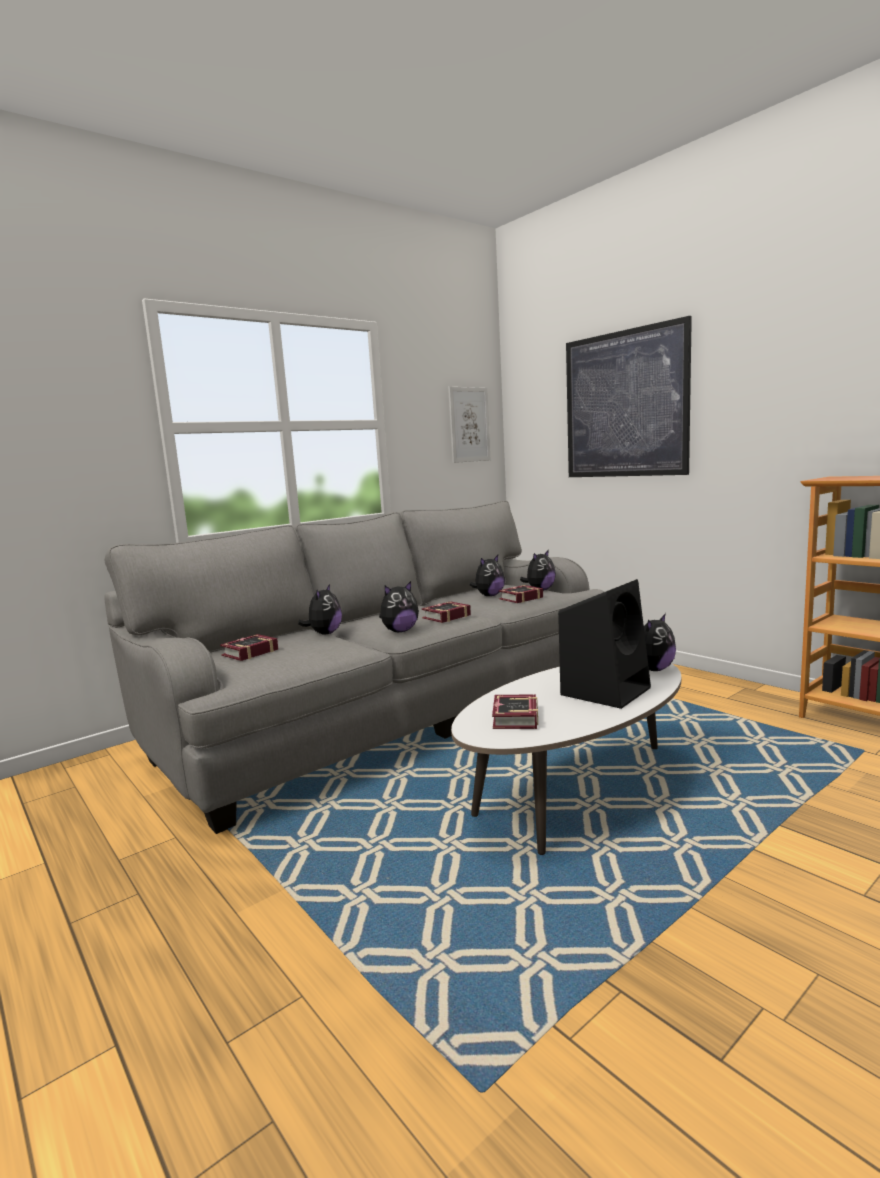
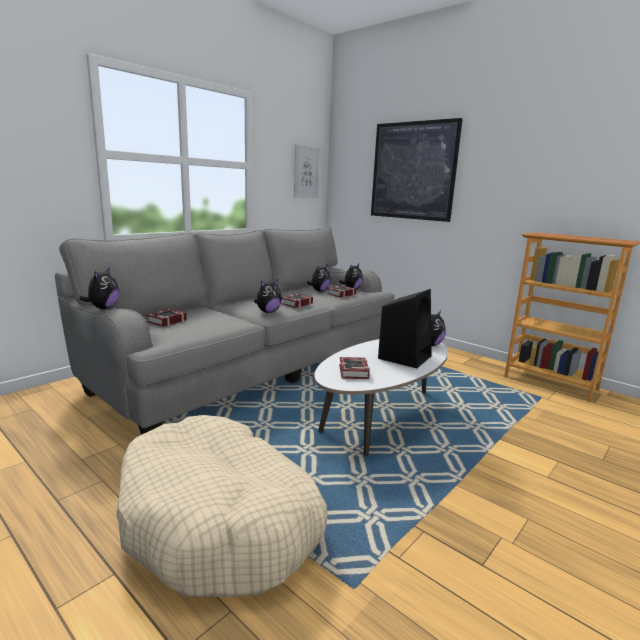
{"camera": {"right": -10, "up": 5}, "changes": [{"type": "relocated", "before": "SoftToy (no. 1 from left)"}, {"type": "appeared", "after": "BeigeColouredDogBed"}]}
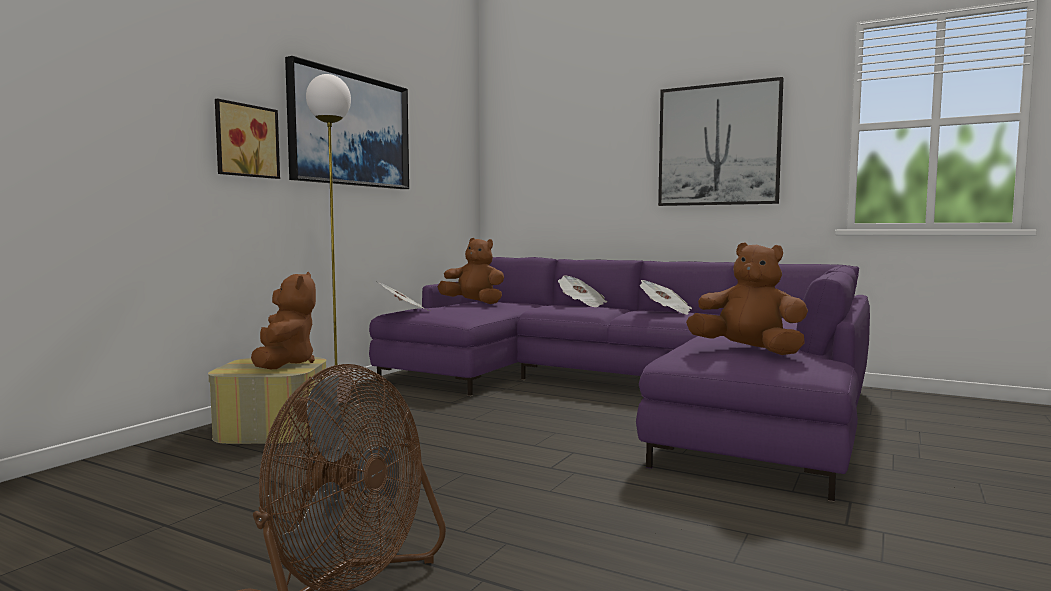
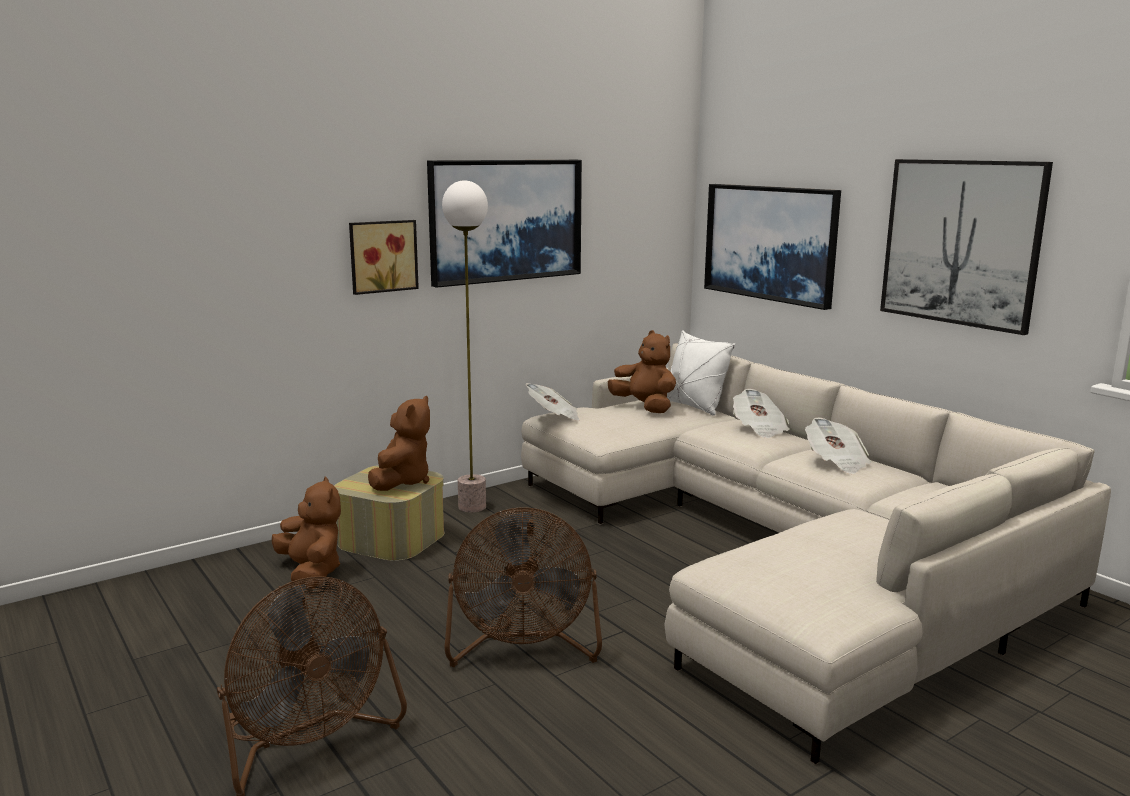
{"camera": {"right": 25, "up": 10}, "changes": [{"type": "colour", "before": "PurplishCouch", "after": "BeigeColouredCouch"}, {"type": "relocated", "before": "BrownishSoftToy (no. 3 from left in the first image)", "after": "BrownishSoftToy (no. 1 from left)"}, {"type": "appeared", "after": "BrownishElectricFan (no. 2 from left)"}, {"type": "appeared", "after": "WhitishCushion"}, {"type": "appeared", "after": "WallPicture (no. 3 from left)"}]}
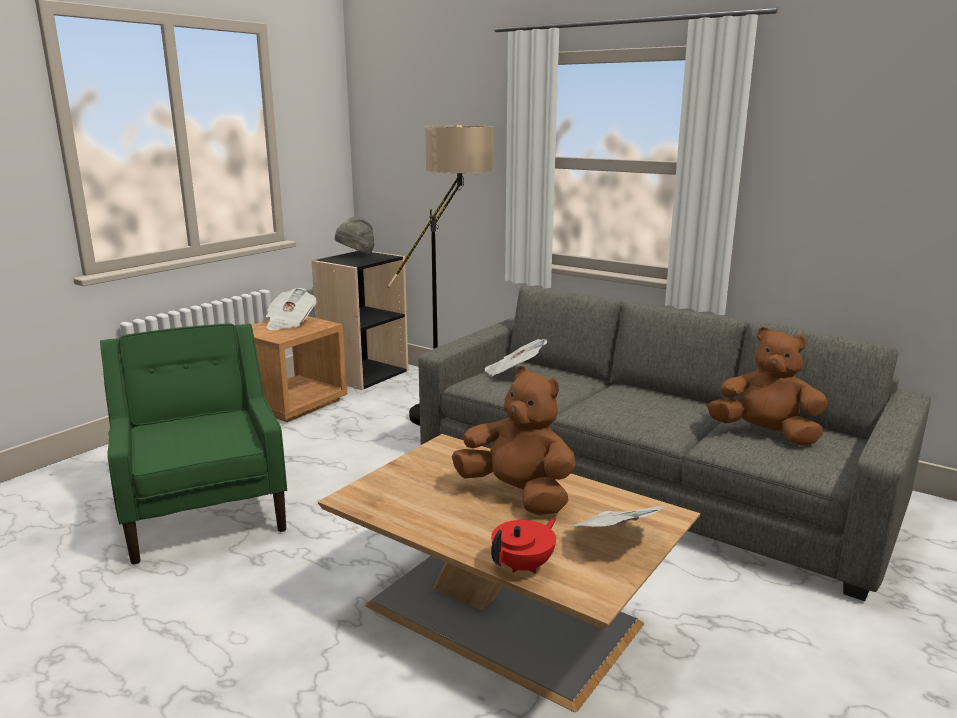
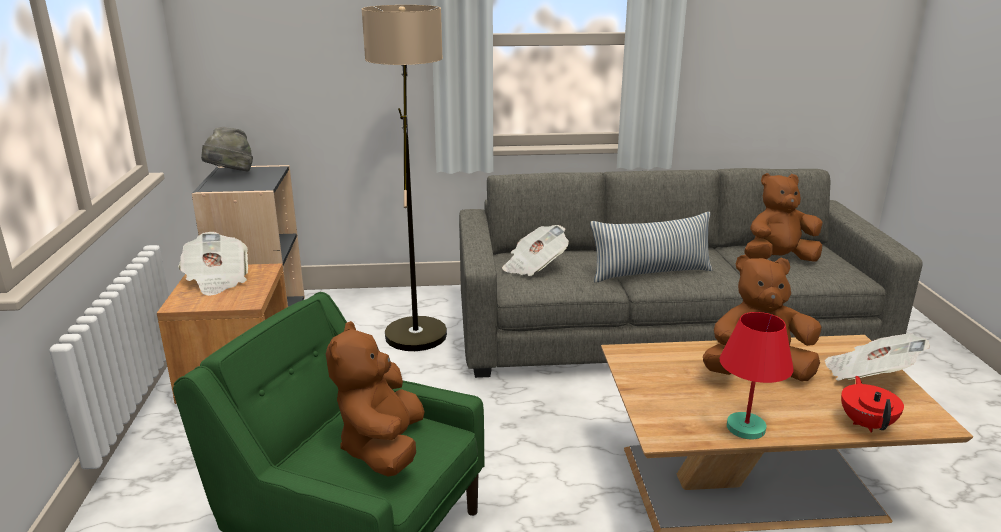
{"camera": {"right": -40, "up": 5}, "changes": [{"type": "appeared", "after": "BrownishSoftToy (no. 1 from left)"}, {"type": "appeared", "after": "Cushion"}, {"type": "appeared", "after": "ReddishTabletopLamp"}]}
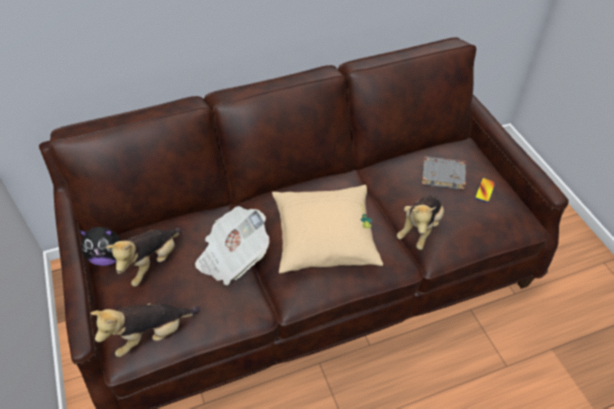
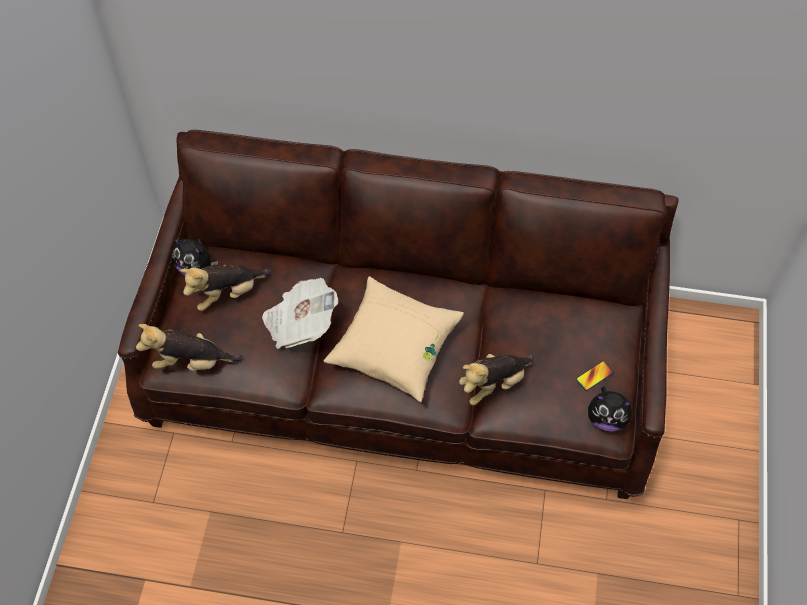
{"camera": {"right": 30, "up": 10}, "changes": [{"type": "missing", "before": "GreyVolume"}, {"type": "appeared", "after": "SoftToy (no. 5 from left)"}]}
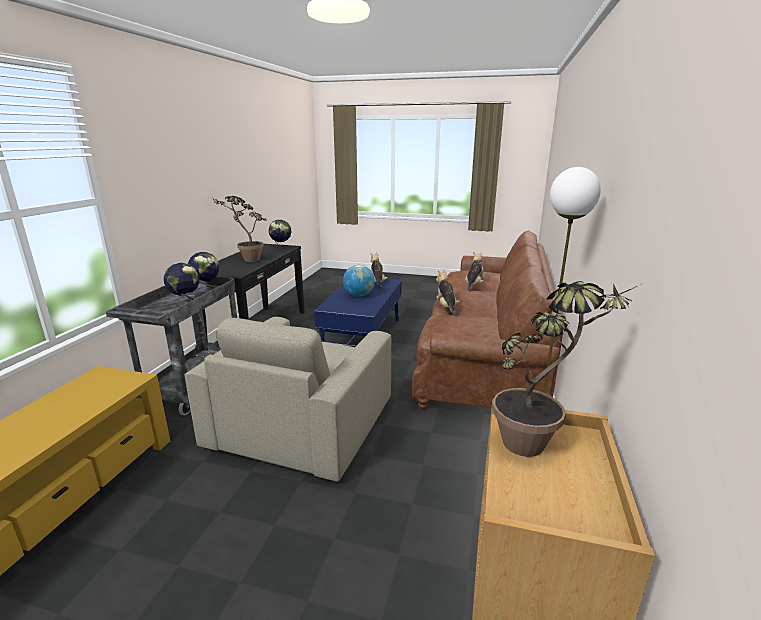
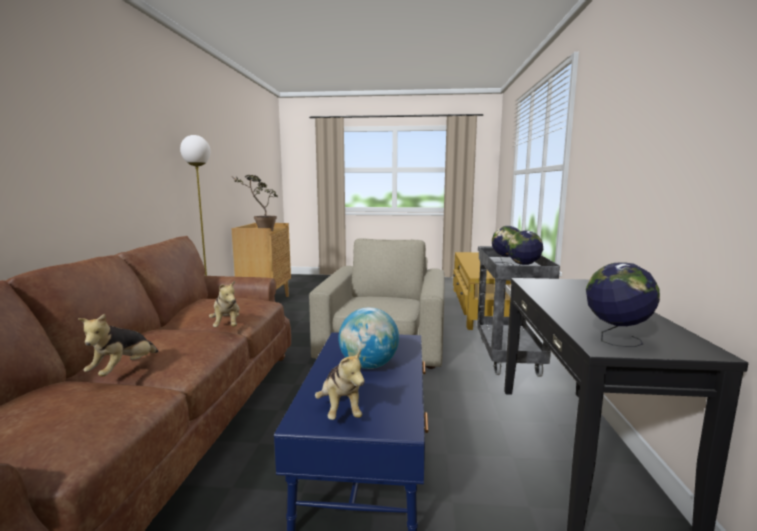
{"camera": {"right": 170, "up": -10}, "changes": [{"type": "missing", "before": "Houseplant (no. 1 from left)"}]}
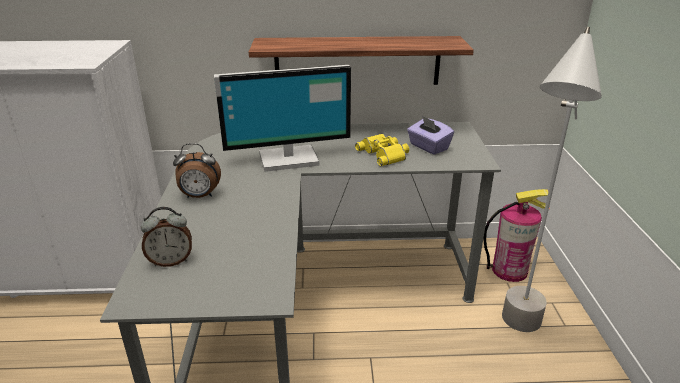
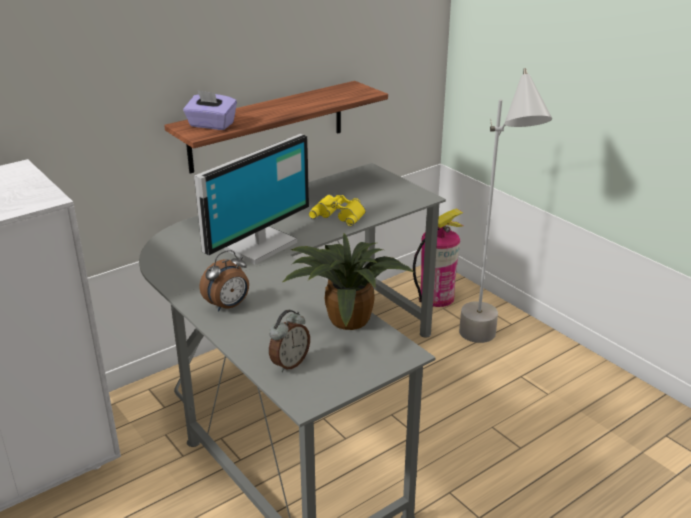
{"camera": {"right": -35, "up": 0}, "changes": [{"type": "relocated", "before": "PurplishTissueBox"}, {"type": "appeared", "after": "Houseplant"}]}
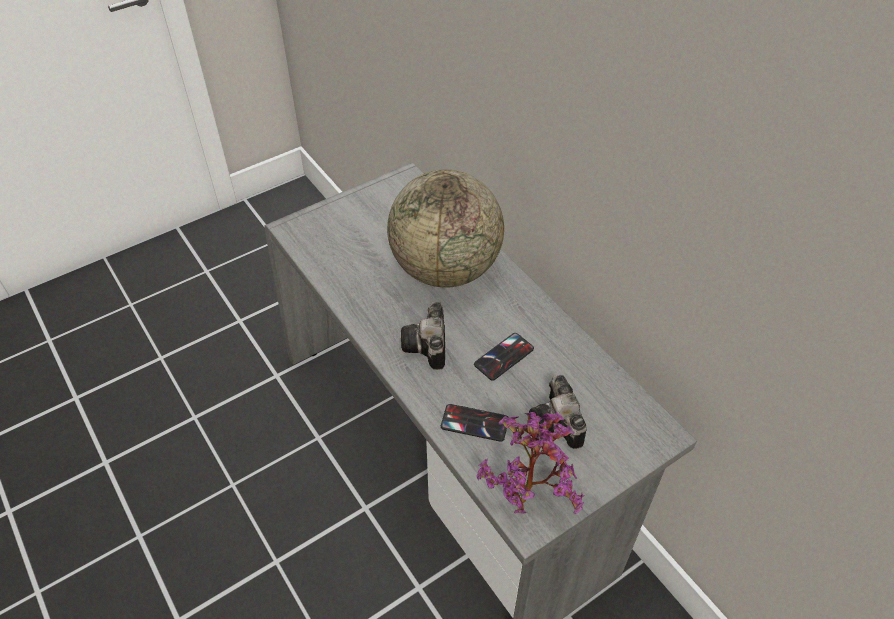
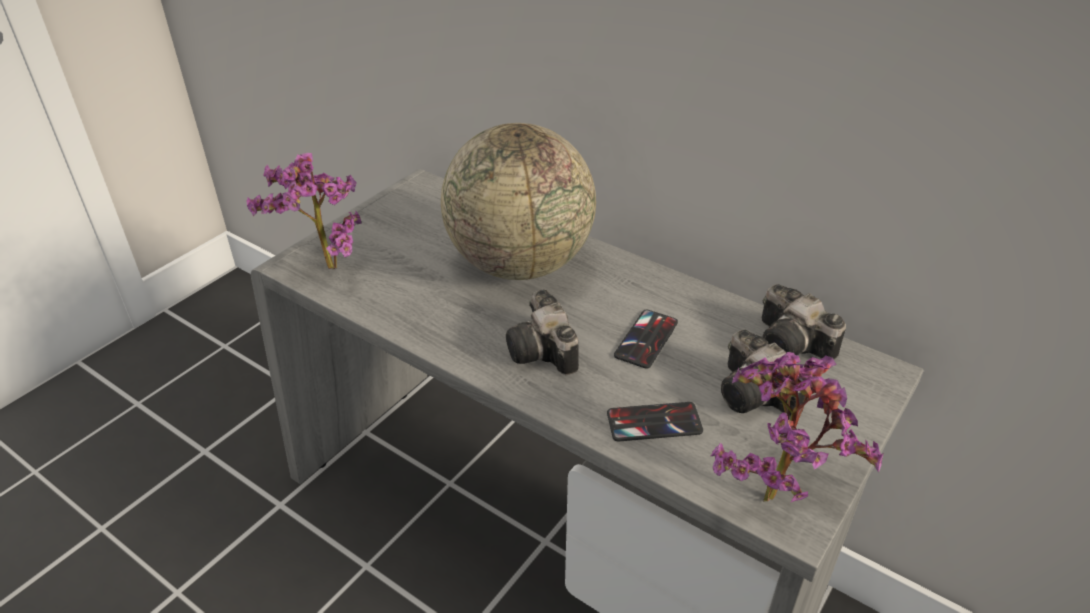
{"camera": {"right": -20, "up": -10}, "changes": [{"type": "appeared", "after": "Houseplant (no. 1 from left)"}, {"type": "appeared", "after": "PhotoCamera (no. 3 from left)"}]}
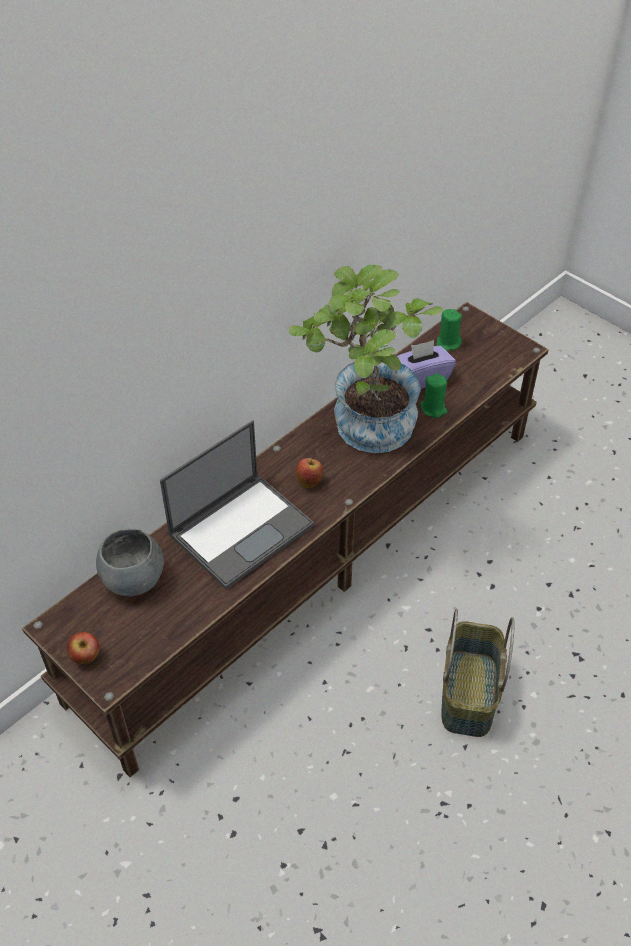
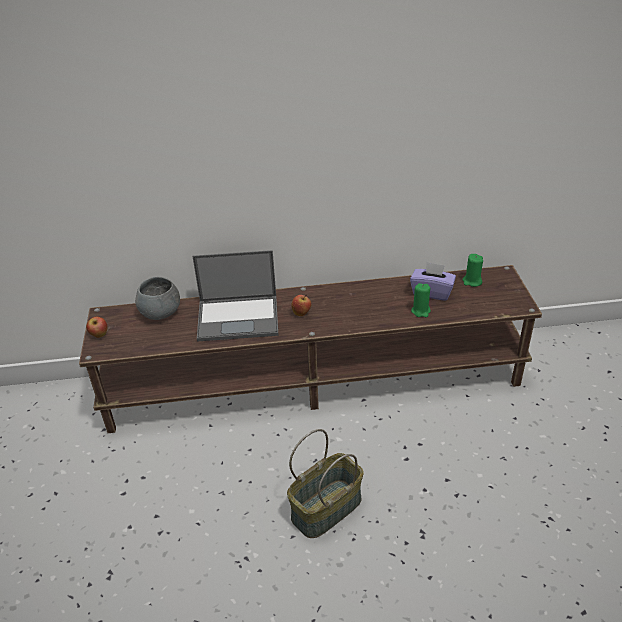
{"camera": {"right": 40, "up": -10}, "changes": [{"type": "missing", "before": "Houseplant"}]}
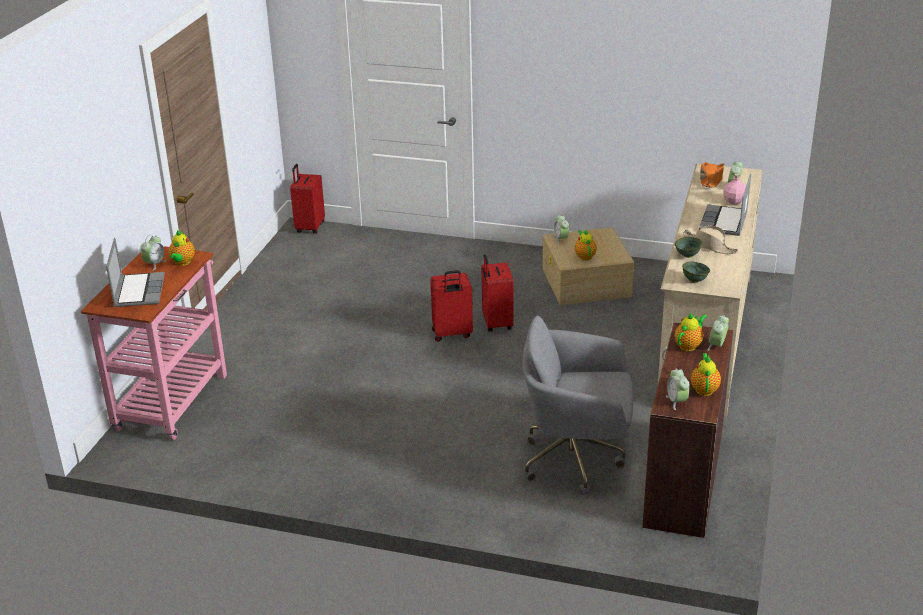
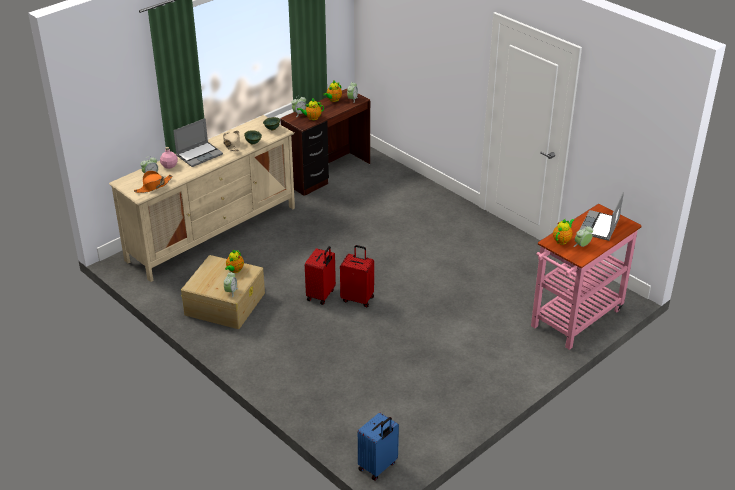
{"camera": {"right": -150, "up": 5}, "changes": [{"type": "colour", "before": "ReddishSuitcase (no. 1 from left)", "after": "BlueColouredSuitcase"}, {"type": "missing", "before": "GreyComputerChair"}]}
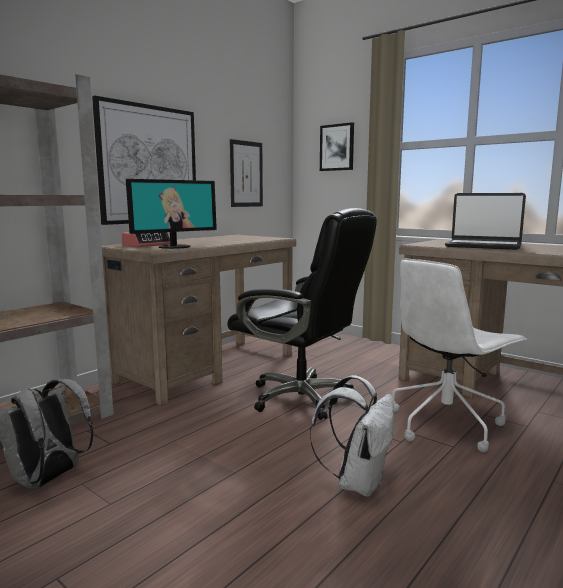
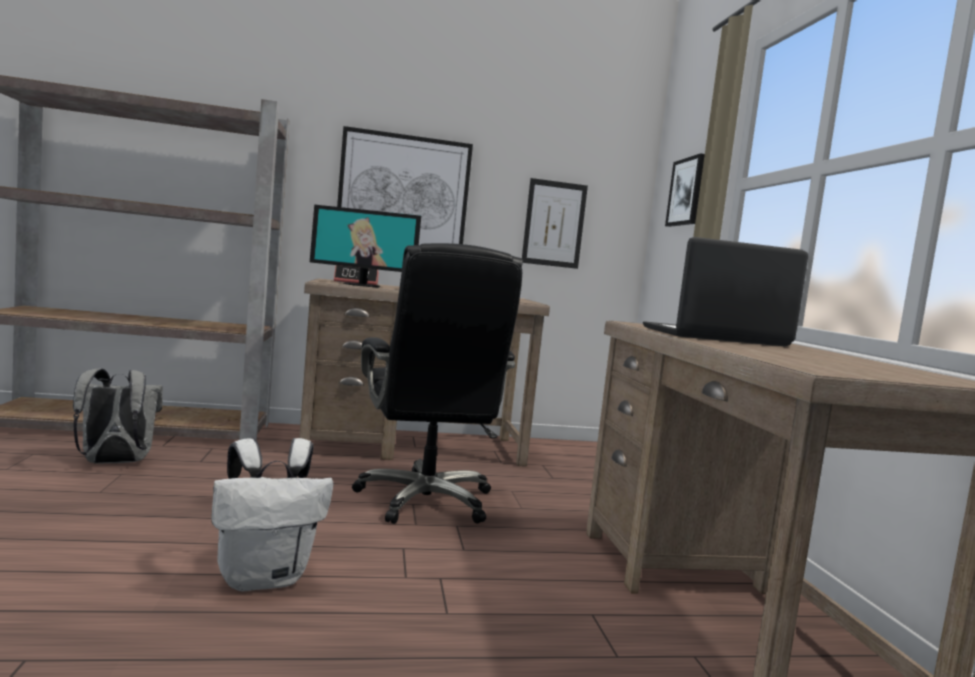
{"camera": {"right": 40, "up": -5}, "changes": [{"type": "missing", "before": "WhitishComputerChair"}, {"type": "spun", "before": "PortableComputer", "turn": 105}]}
